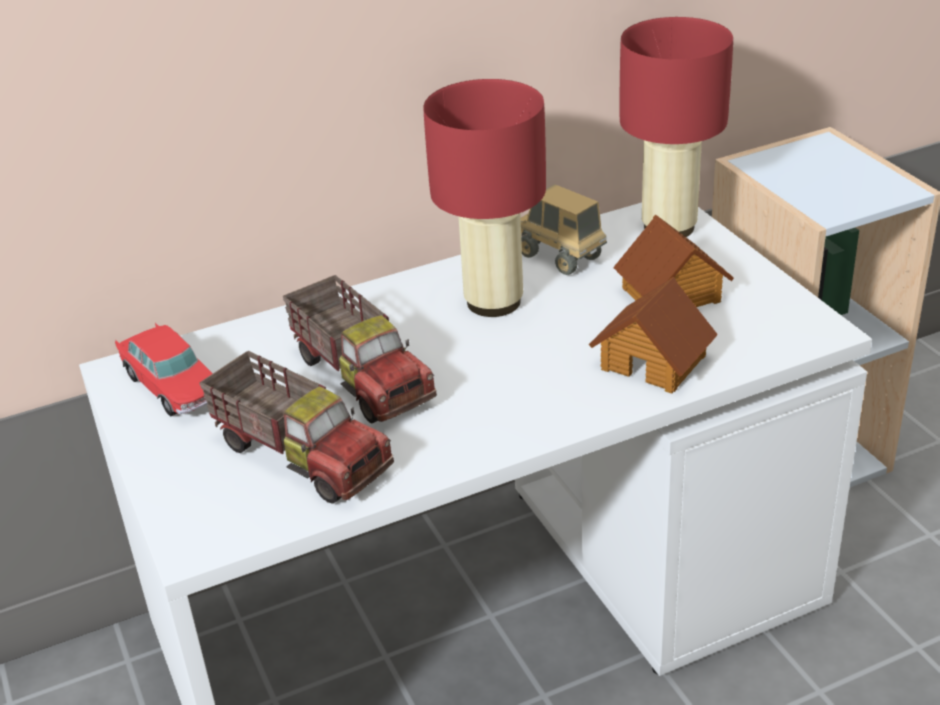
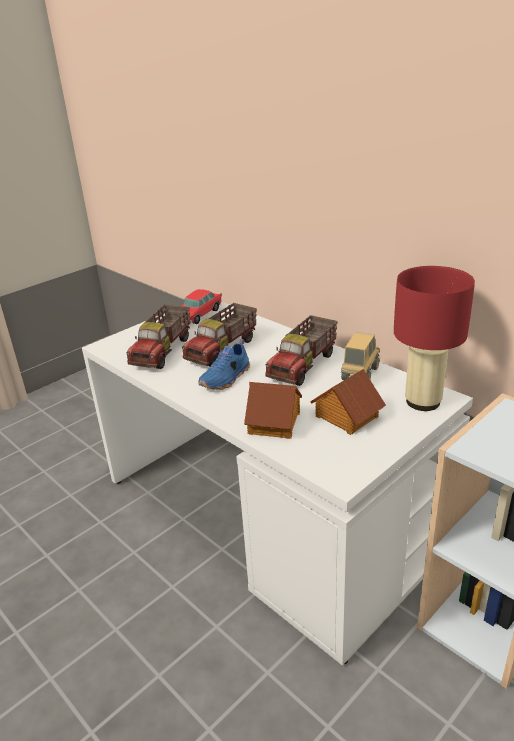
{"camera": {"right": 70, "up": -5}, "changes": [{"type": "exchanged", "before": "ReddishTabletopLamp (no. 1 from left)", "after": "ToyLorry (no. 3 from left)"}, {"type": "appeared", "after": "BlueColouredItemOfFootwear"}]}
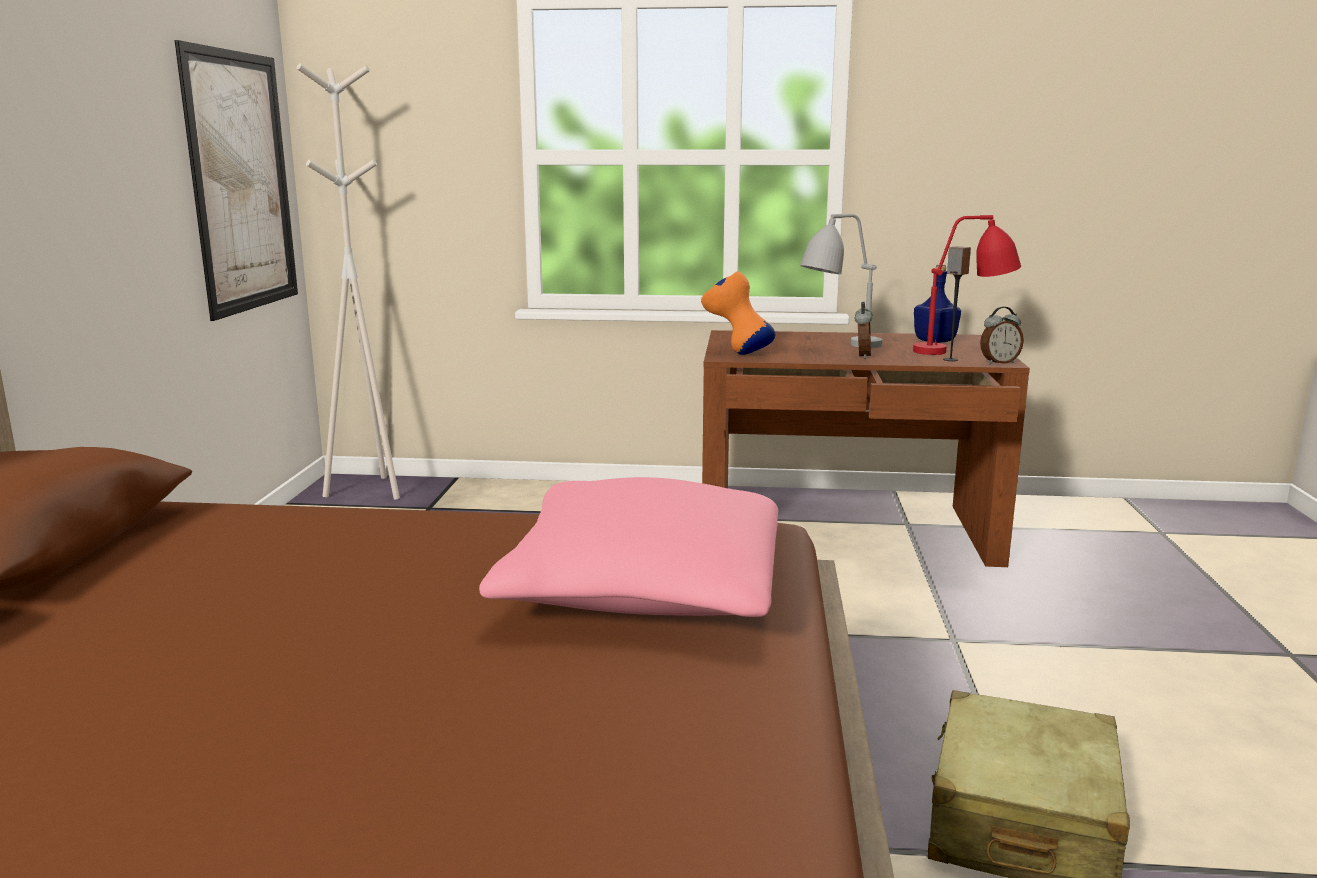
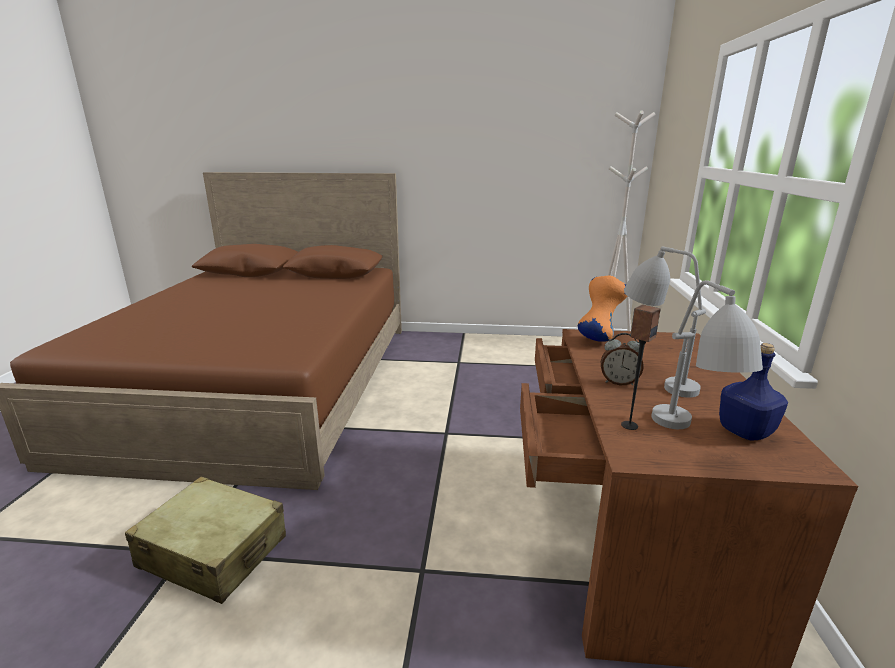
{"camera": {"right": 90, "up": 5}, "changes": [{"type": "missing", "before": "WallPicture"}, {"type": "missing", "before": "PinkCushion"}, {"type": "colour", "before": "ReddishTabletopLamp", "after": "GreyTabletopLamp (no. 2 from left)"}, {"type": "missing", "before": "AlarmClock (no. 2 from left)"}]}
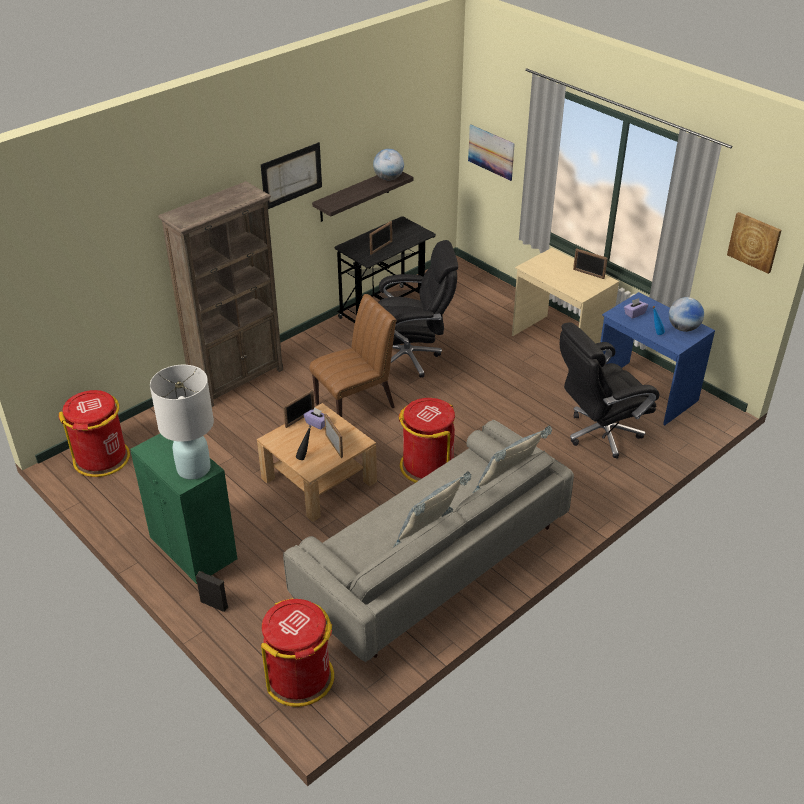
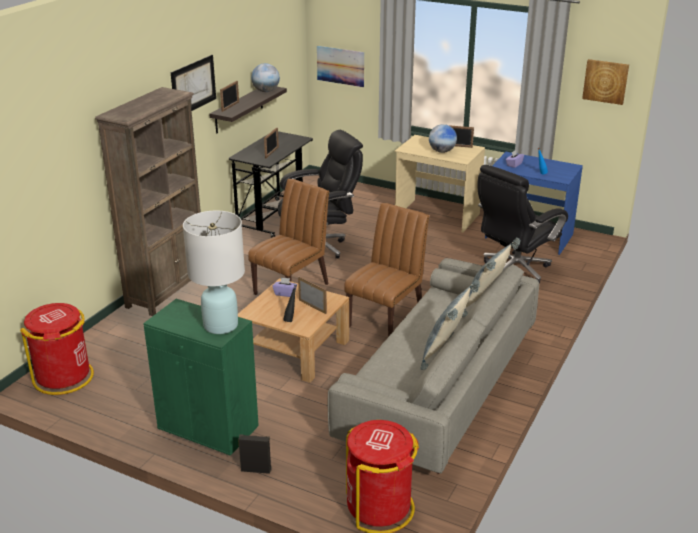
{"camera": {"right": -20, "up": -10}, "changes": [{"type": "relocated", "before": "PhotoFrame (no. 1 from left)"}, {"type": "exchanged", "before": "ReddishTrashCan (no. 3 from left)", "after": "BrownishUprightChair (no. 2 from left)"}, {"type": "relocated", "before": "Globe (no. 2 from left)"}]}
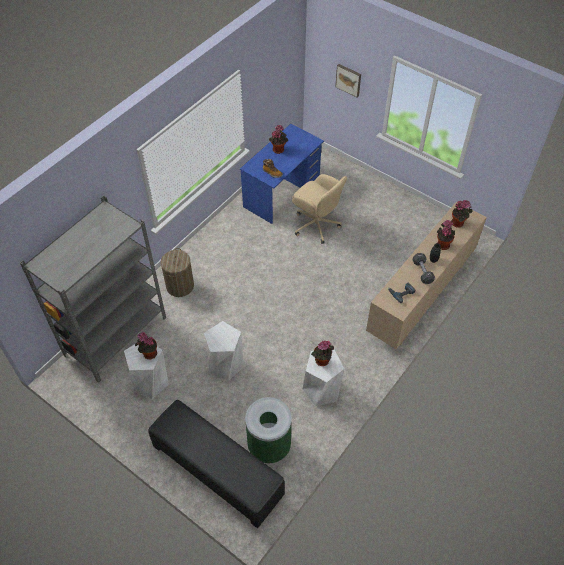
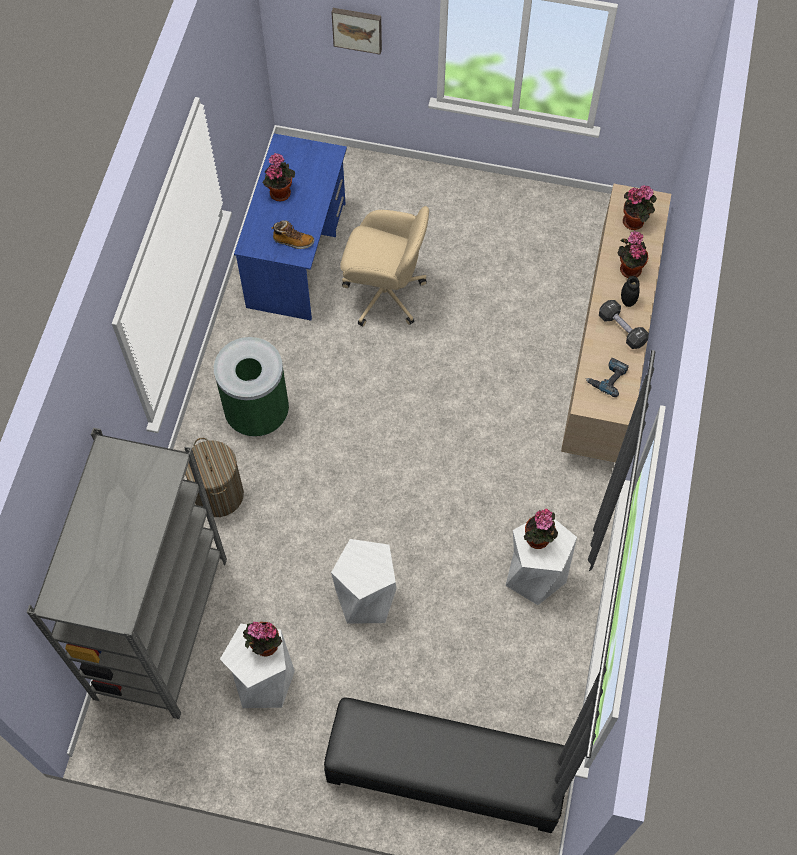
{"camera": {"right": -25, "up": 10}, "changes": [{"type": "relocated", "before": "GreenTrashCan"}]}
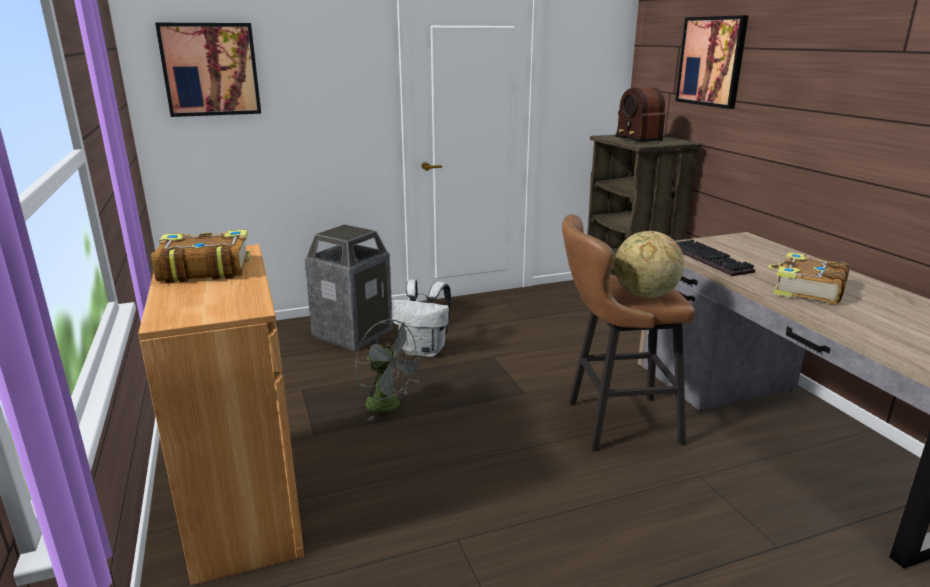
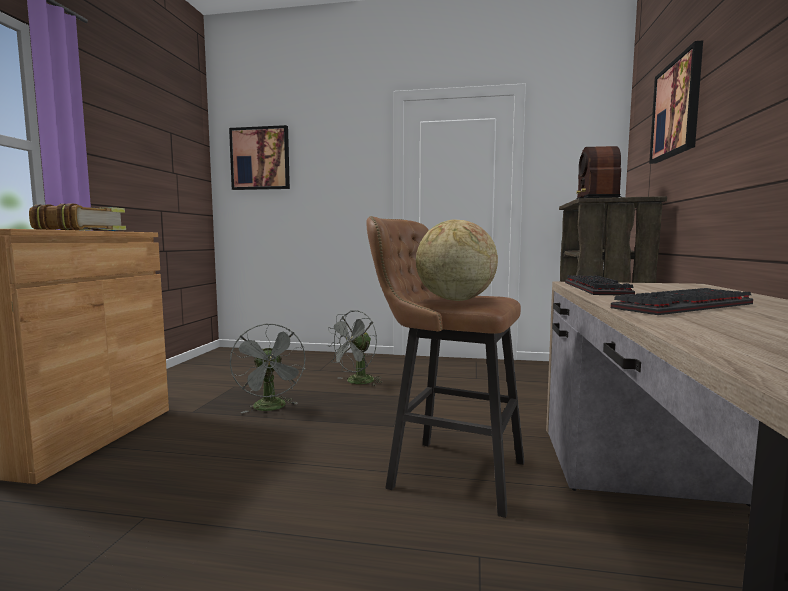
{"camera": {"right": 30, "up": -15}, "changes": [{"type": "missing", "before": "TrashCan"}, {"type": "exchanged", "before": "WhitishRucksack", "after": "GreyElectricFan (no. 2 from left)"}, {"type": "exchanged", "before": "Volume (no. 2 from left)", "after": "PcKeyboard (no. 2 from left)"}]}
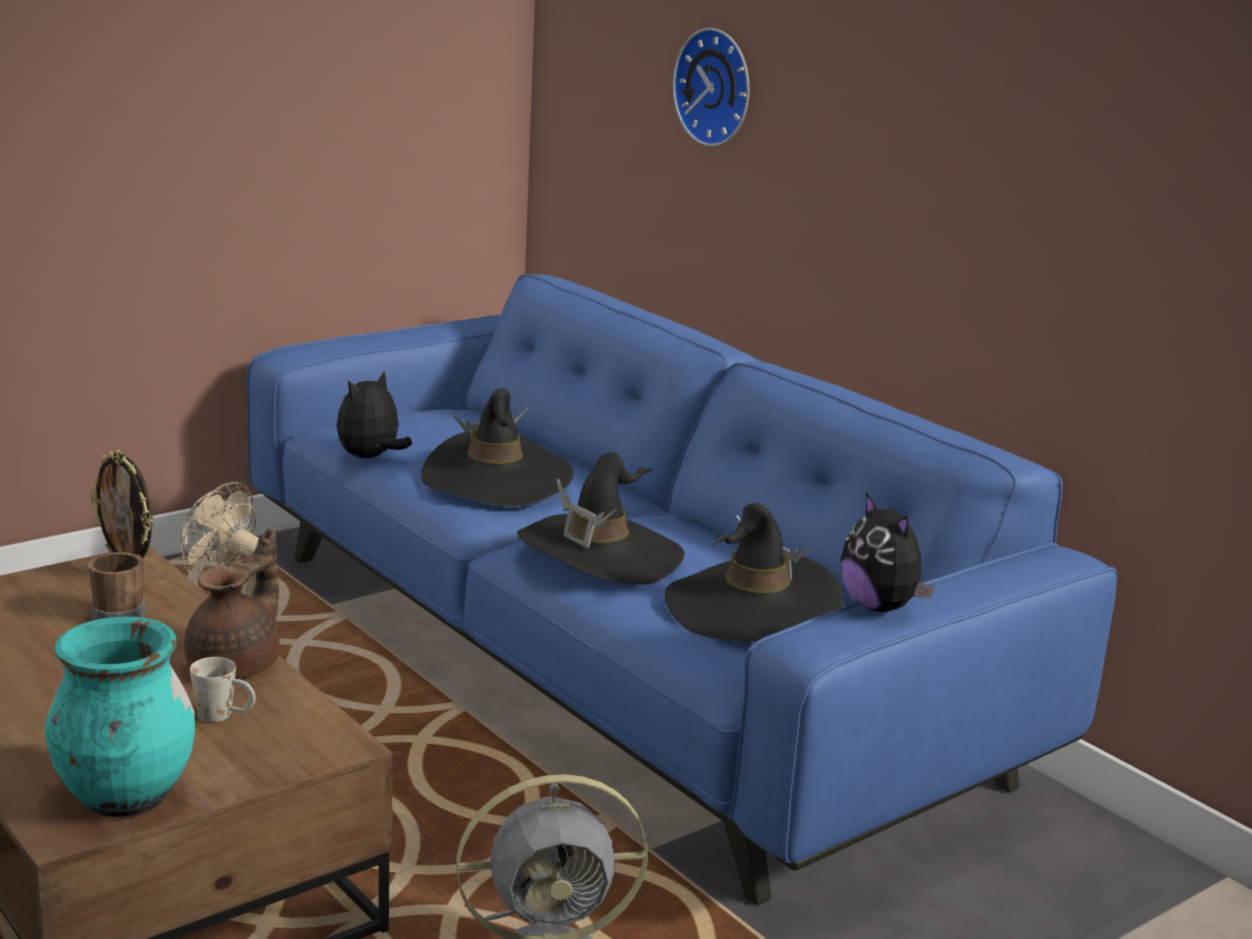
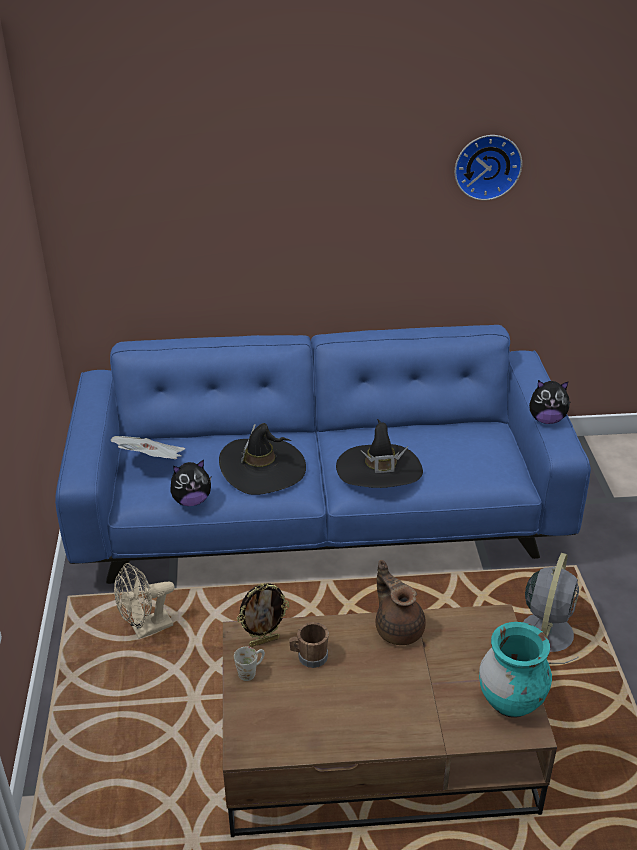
{"camera": {"right": -55, "up": 15}, "changes": [{"type": "relocated", "before": "WhitishMug"}, {"type": "spun", "before": "SoftToy (no. 1 from left)", "turn": -90}, {"type": "missing", "before": "BlackColouredWearableHat (no. 3 from left)"}, {"type": "relocated", "before": "HangingClock"}, {"type": "appeared", "after": "PrintedPaper"}]}
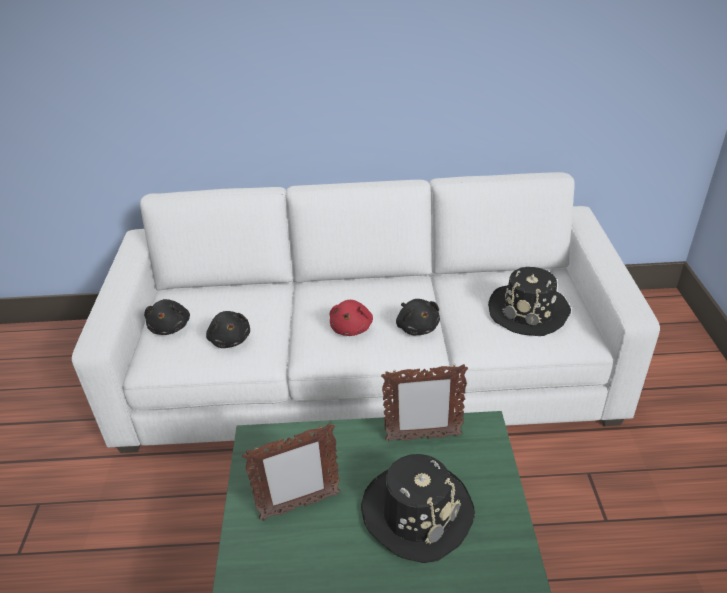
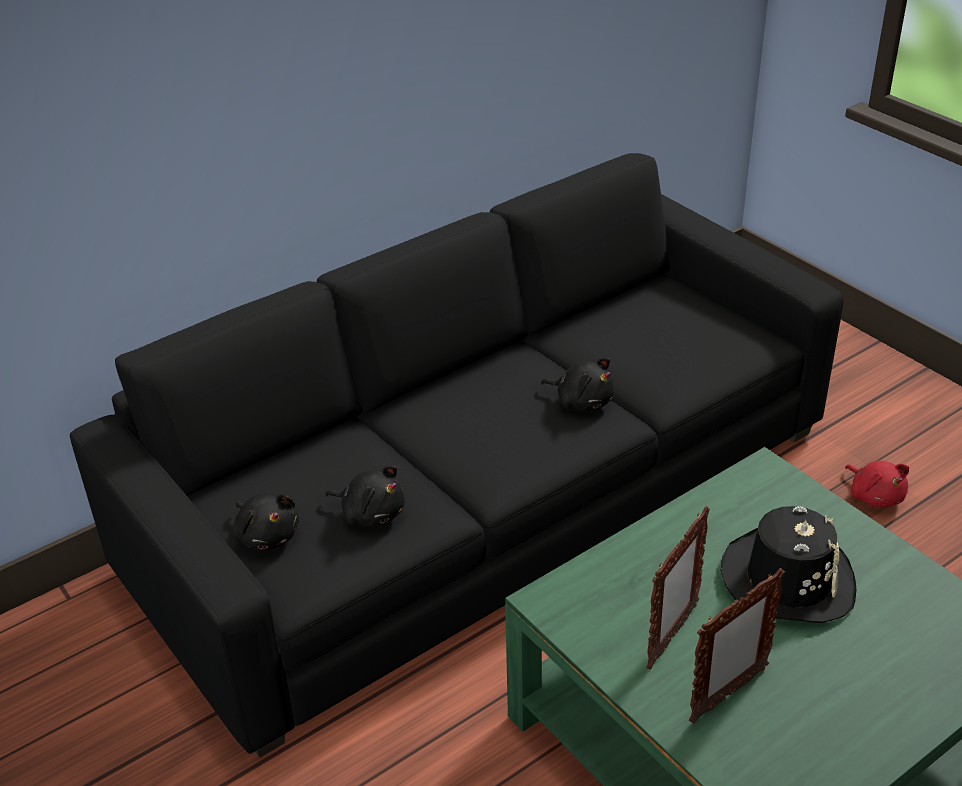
{"camera": {"right": -35, "up": 0}, "changes": [{"type": "colour", "before": "WhitishCouch", "after": "BlackColouredCouch"}, {"type": "relocated", "before": "ReddishSoftToy"}, {"type": "relocated", "before": "PhotoFrame (no. 2 from left)"}, {"type": "missing", "before": "BlackColouredWearableHat (no. 2 from left)"}]}
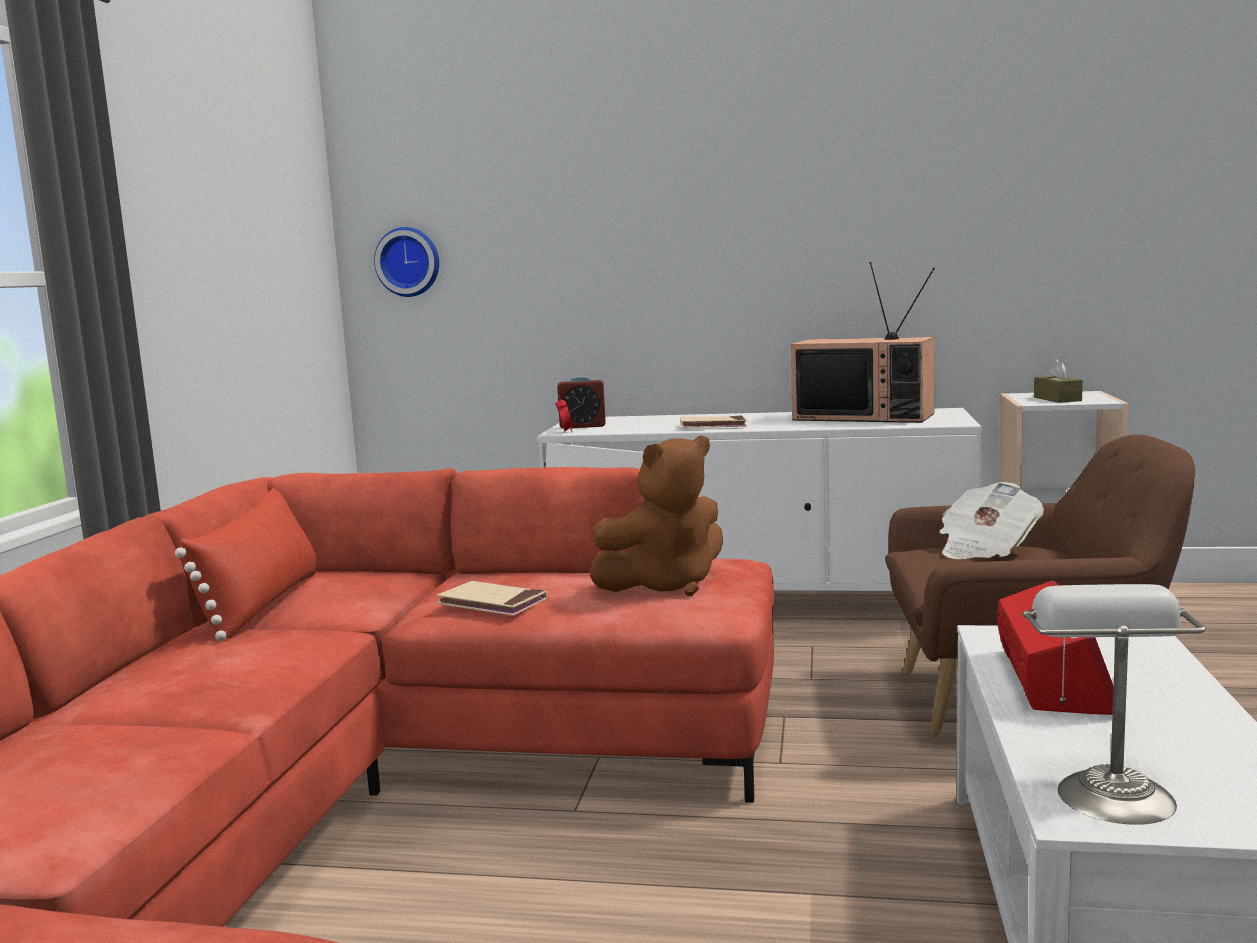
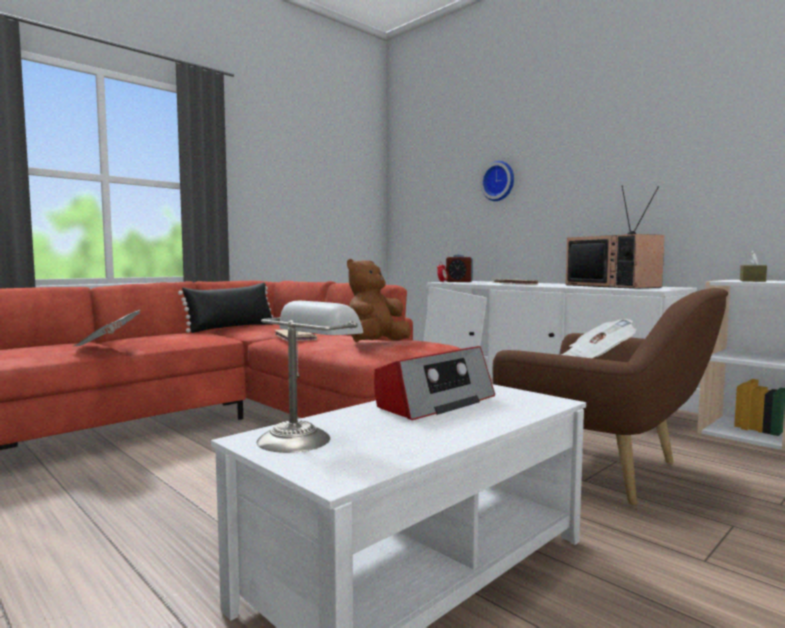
{"camera": {"right": 35, "up": -5}, "changes": [{"type": "colour", "before": "ReddishCushion", "after": "BlackColouredCushion"}, {"type": "relocated", "before": "HangingClock"}, {"type": "spun", "before": "BrownishSoftToy", "turn": 120}, {"type": "appeared", "after": "PrintedPaper (no. 1 from left)"}]}
